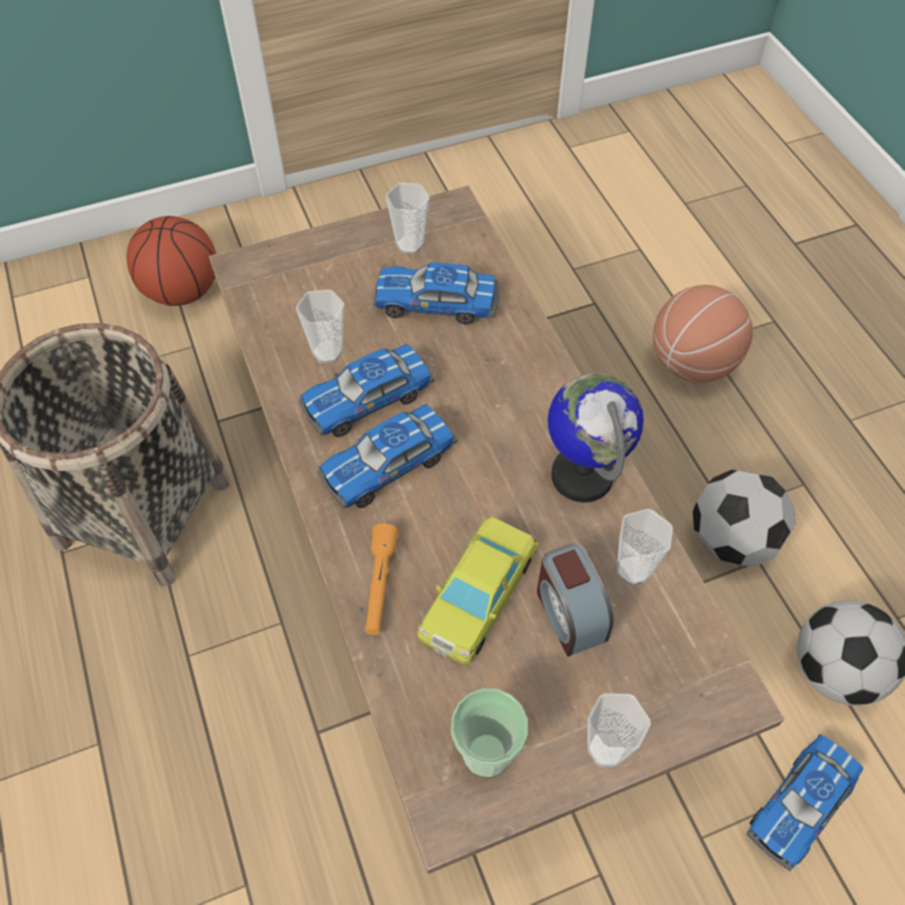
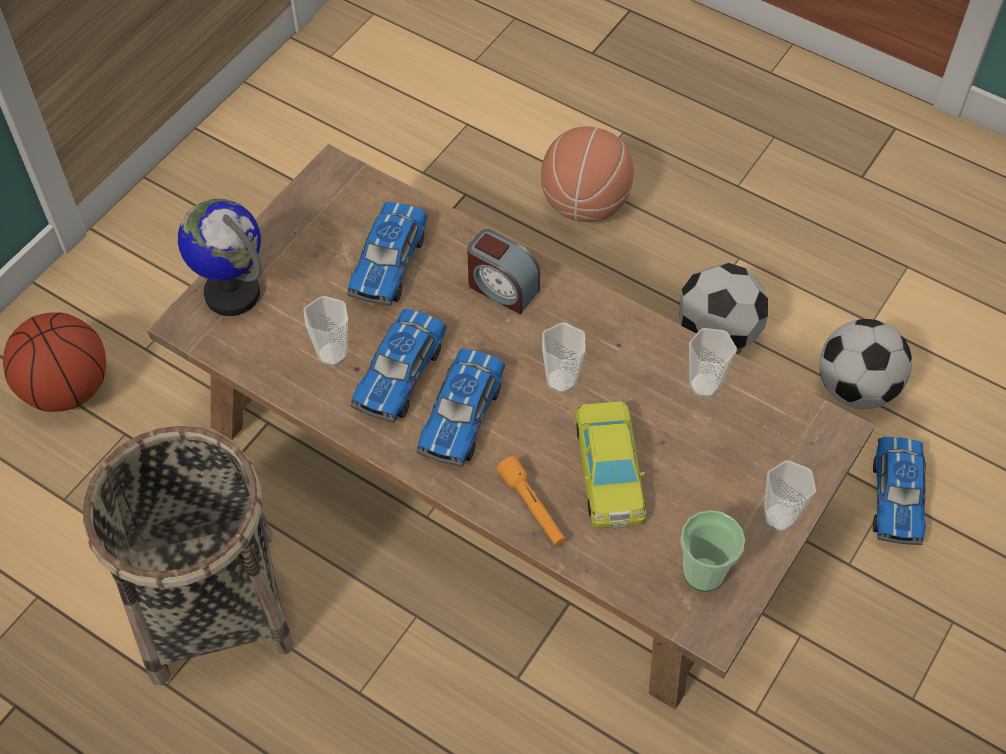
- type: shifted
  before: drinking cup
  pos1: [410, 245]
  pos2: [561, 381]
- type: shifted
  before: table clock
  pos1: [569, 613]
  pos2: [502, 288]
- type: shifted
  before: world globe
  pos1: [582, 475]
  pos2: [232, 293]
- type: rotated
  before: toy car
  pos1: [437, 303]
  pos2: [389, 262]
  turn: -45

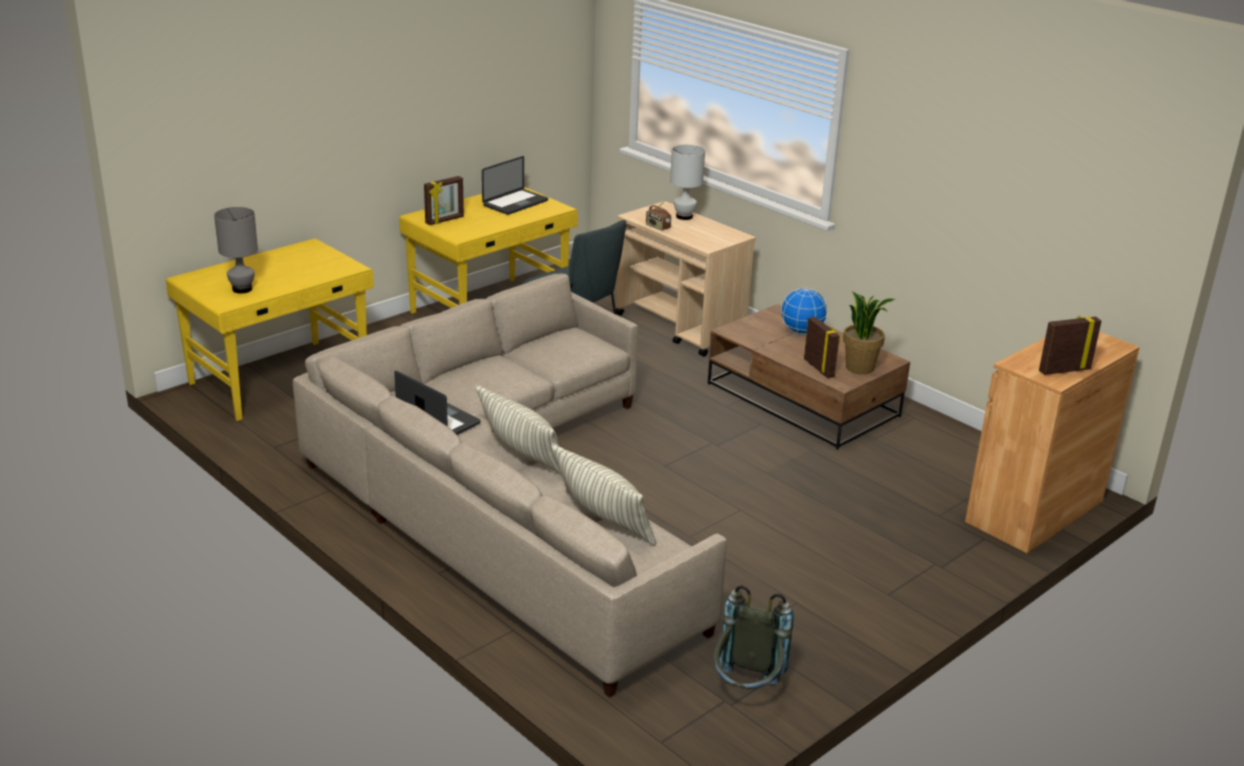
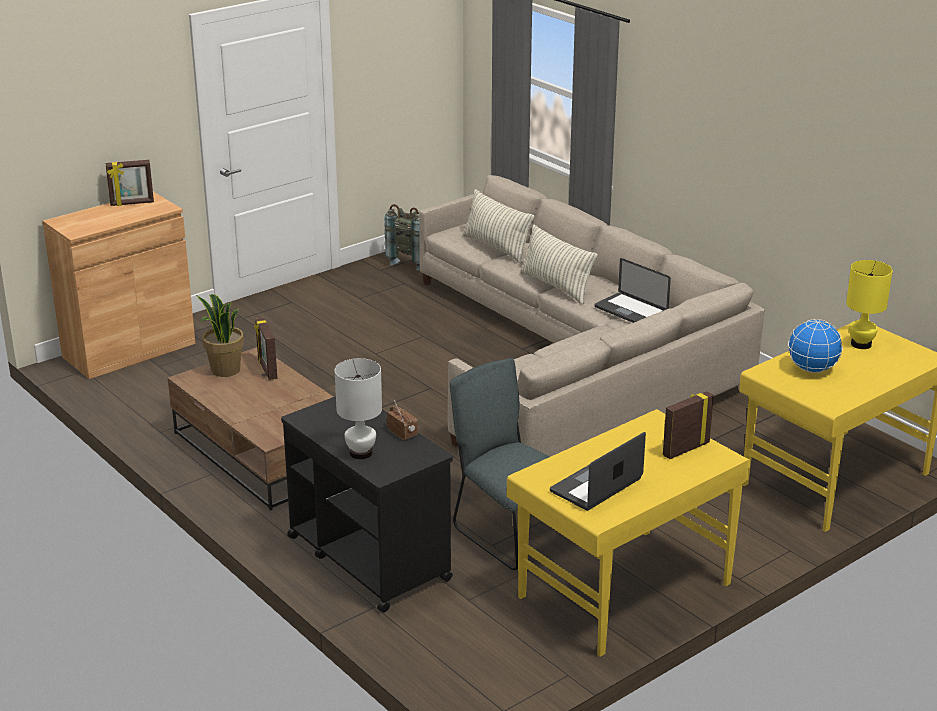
- type: shifted
  before: world globe
  pos1: [801, 331]
  pos2: [812, 369]
- type: repainted
  before: tabletop lamp/gray
  after: tabletop lamp/yellowish
  pos1: [241, 289]
  pos2: [861, 344]
- type: repainted
  before: trolley/sand-coloured
  after: trolley/black-coloured
  pos1: [680, 327]
  pos2: [368, 557]

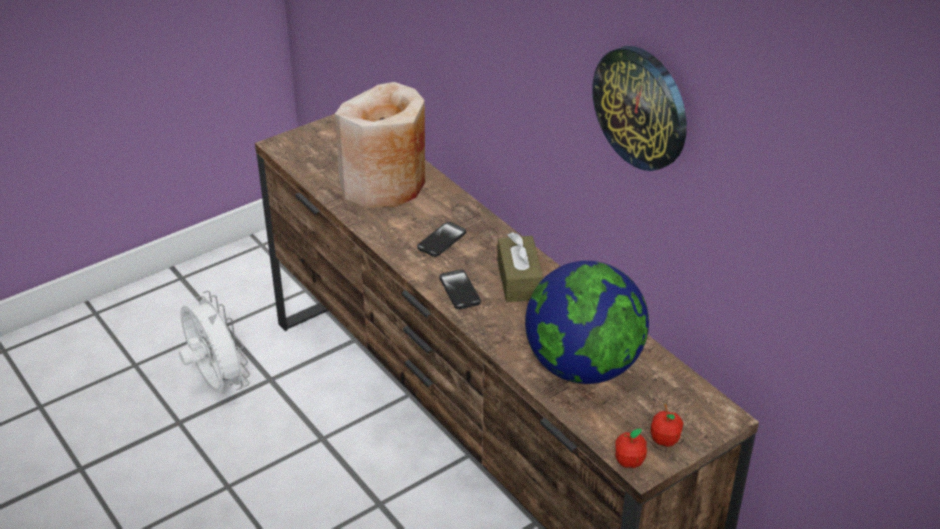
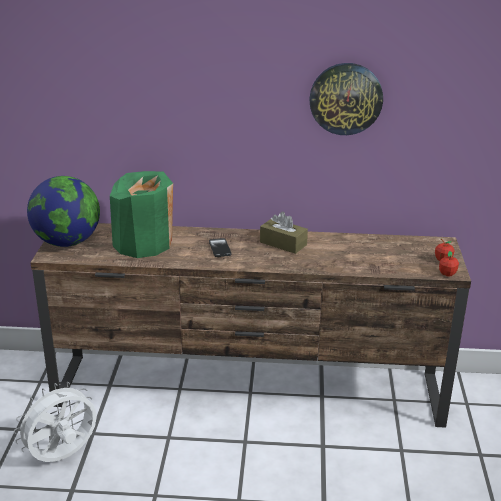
- type: gone
  before: phone
  pos1: [459, 290]
- type: shifted
  before: world globe
  pos1: [583, 367]
  pos2: [67, 242]
- type: repainted
  before: flower vase/sand-coloured
  after: flower vase/green
  pos1: [383, 184]
  pos2: [144, 243]
- type: rotated
  before: fan/white-coloured
  pos1: [216, 384]
  pos2: [63, 457]
  turn: -45

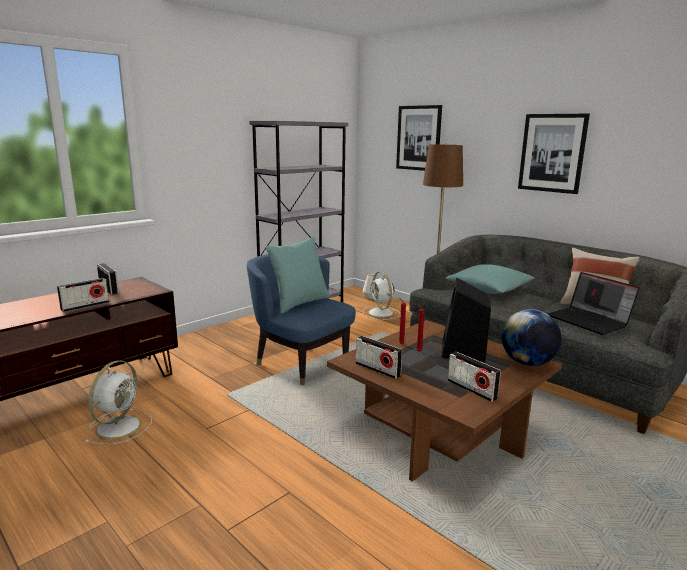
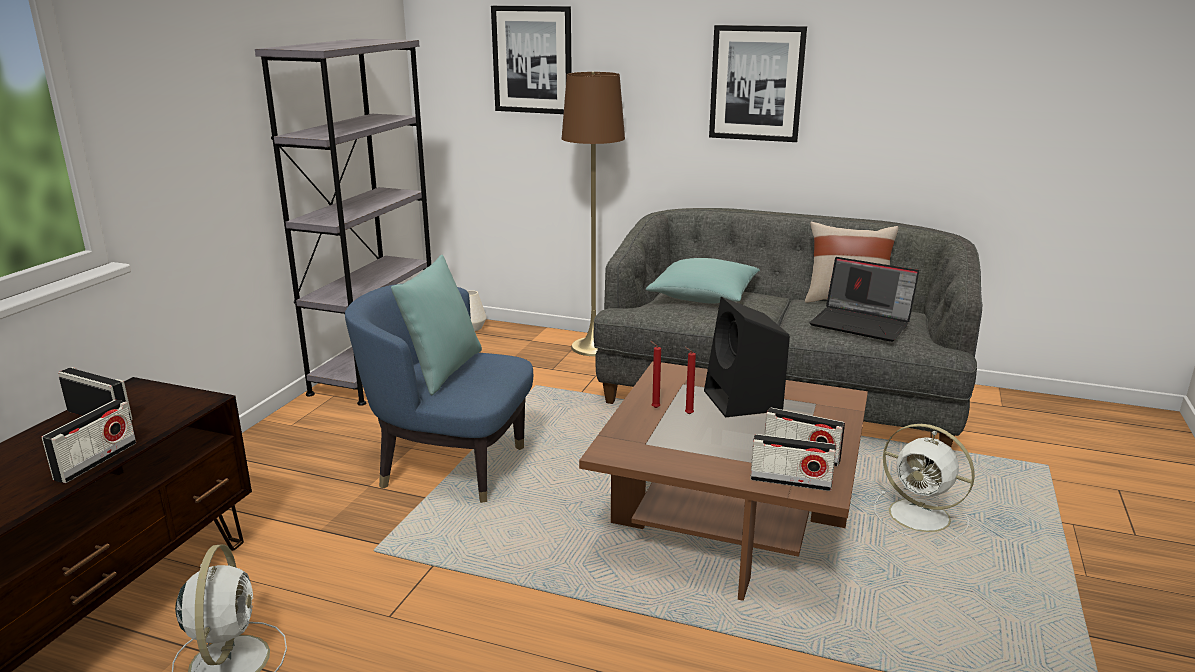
- type: gone
  before: world globe
  pos1: [527, 363]
- type: shifted
  before: radio
  pos1: [377, 369]
  pos2: [790, 482]
- type: shifted
  before: fan/white-coloured
  pos1: [381, 313]
  pos2: [922, 517]

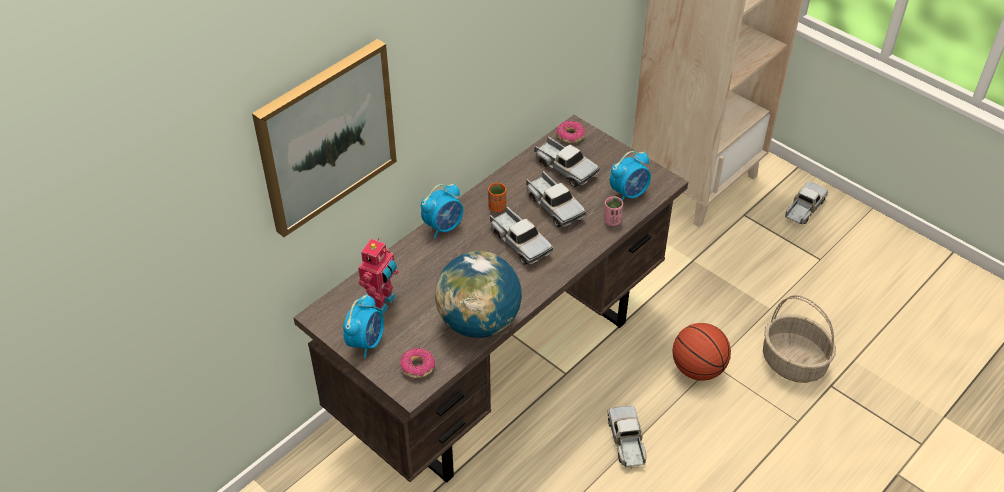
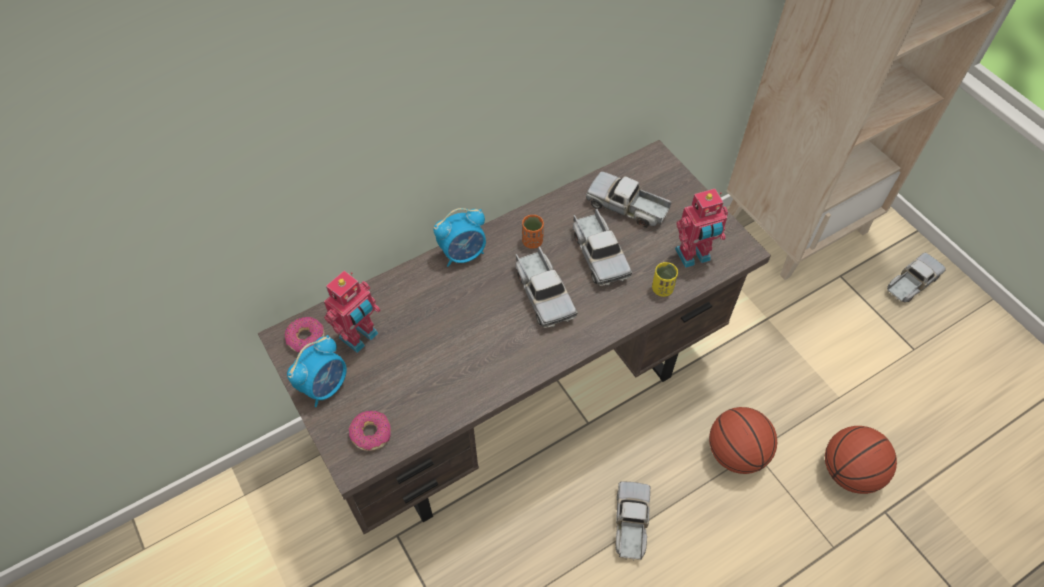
- type: gone
  before: wall picture
  pos1: [326, 136]
- type: gone
  before: world globe
  pos1: [479, 322]
- type: shifted
  before: doughnut
  pos1: [570, 136]
  pos2: [306, 338]
- type: swapped
  before: table clock
  after: toy robot
  pos1: [629, 193]
  pos2: [693, 256]
- type: swapped
  before: storage basket
  after: basketball
  pos1: [794, 362]
  pos2: [849, 471]
- type: repainted
  before: drinking cup/pink-coloured
  after: drinking cup/yellowish
  pos1: [612, 221]
  pos2: [662, 289]
- type: rotated
  before: toy lorry
  pos1: [565, 168]
  pos2: [627, 207]
  turn: 150

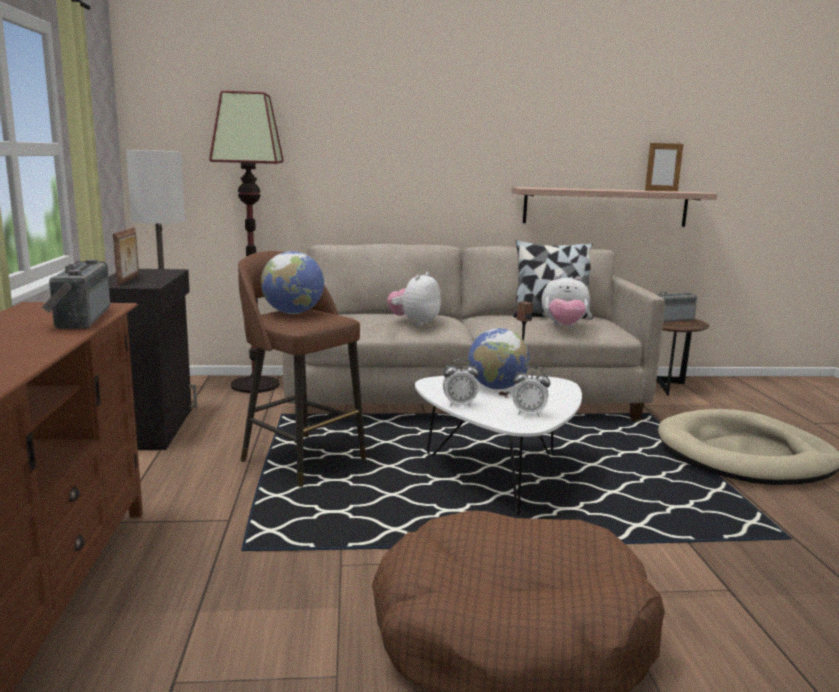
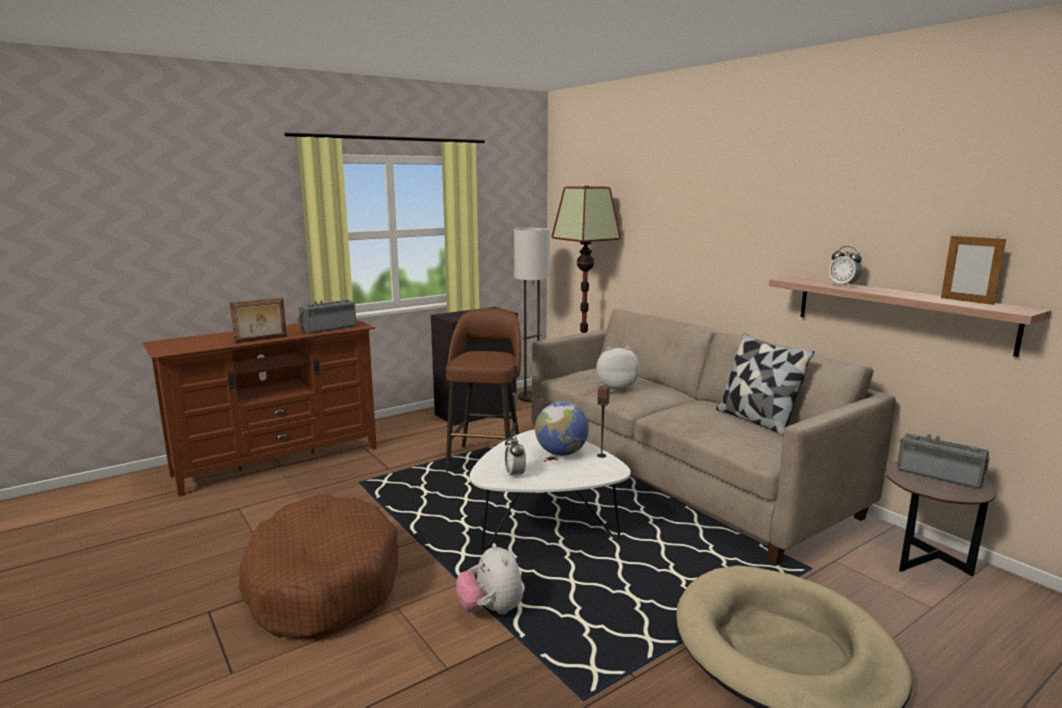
- type: gone
  before: world globe
  pos1: [293, 313]
- type: shifted
  before: picture frame
  pos1: [129, 280]
  pos2: [261, 339]
- type: shifted
  before: table clock
  pos1: [459, 405]
  pos2: [843, 285]
- type: shifted
  before: soft toy
  pos1: [563, 327]
  pos2: [491, 610]

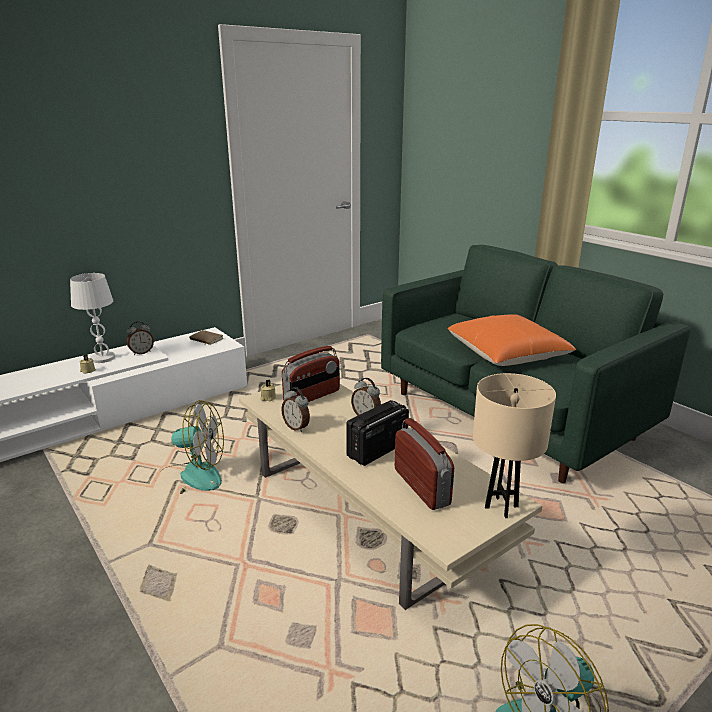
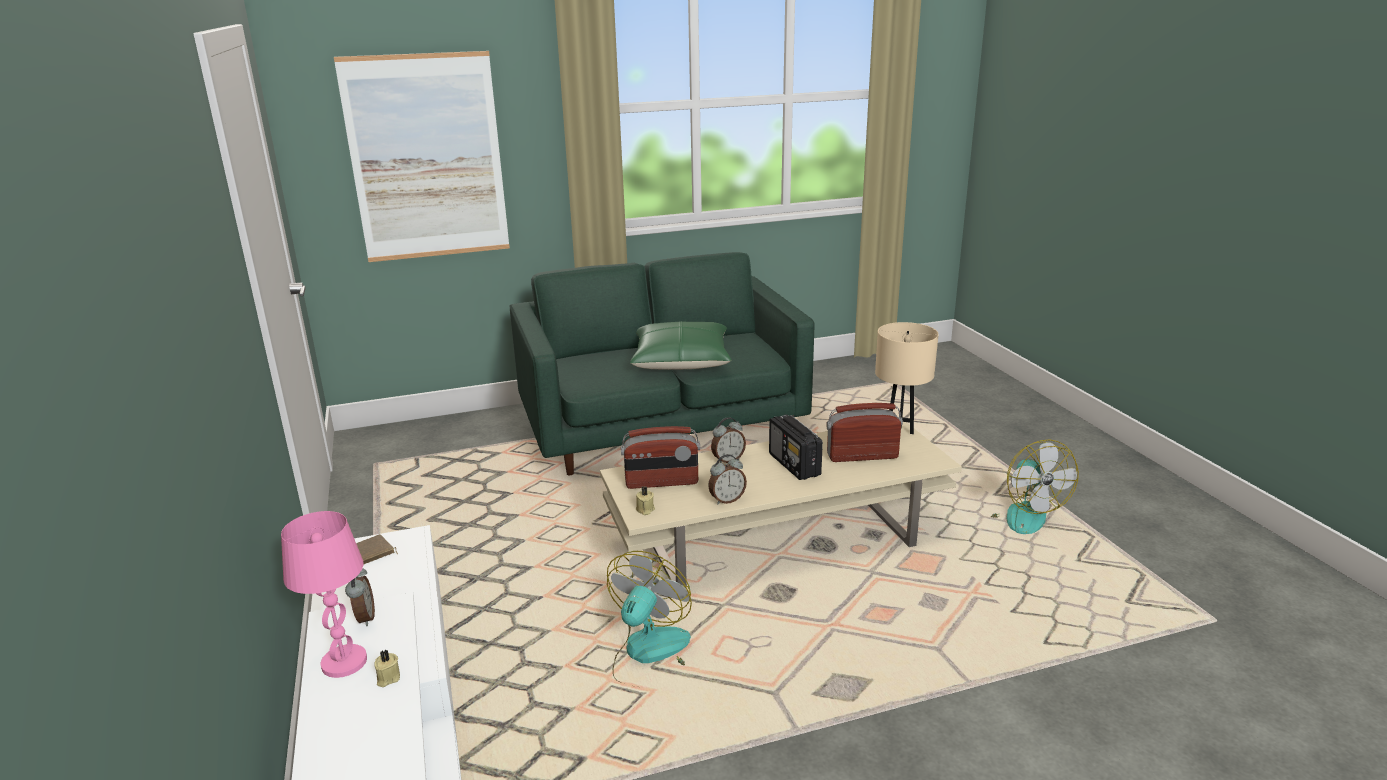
- type: new
  after: wall picture
  pos2: [427, 158]
- type: repainted
  before: tabletop lamp/white-coloured
  after: tabletop lamp/pink-coloured
  pos1: [102, 358]
  pos2: [344, 663]
- type: repainted
  before: throw pillow/orange
  after: throw pillow/green
  pos1: [507, 353]
  pos2: [681, 360]
- type: rotated
  before: radio
  pos1: [312, 396]
  pos2: [661, 482]
  turn: 105

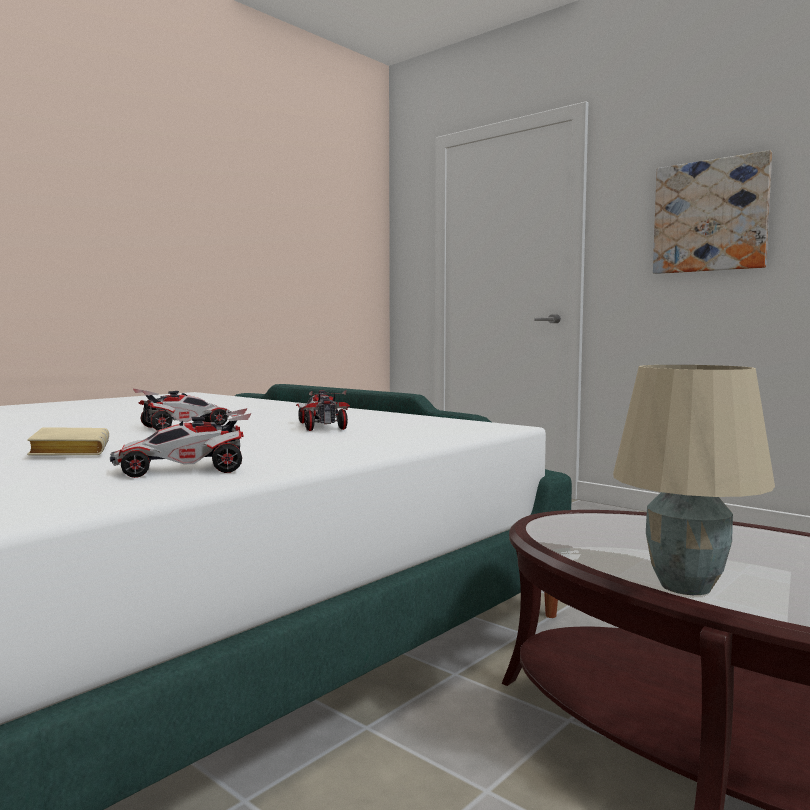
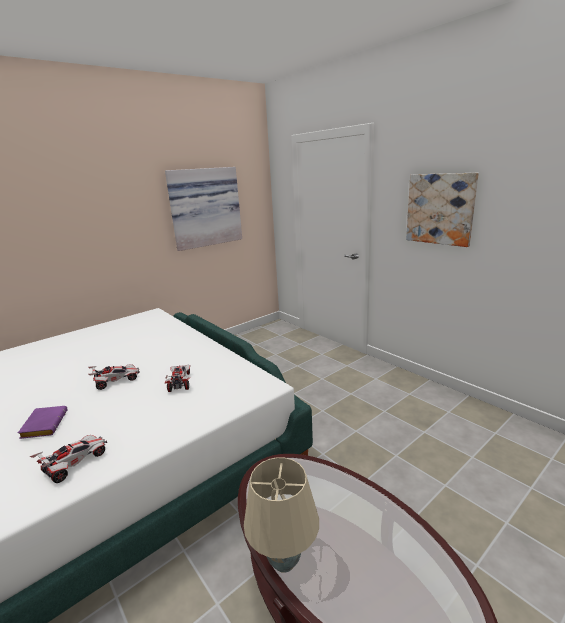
- type: new
  after: wall picture
  pos2: [204, 207]
- type: repainted
  before: bound book/sand-coloured
  after: bound book/purplish
  pos1: [68, 451]
  pos2: [44, 425]
- type: rotated
  before: toy car
  pos1: [184, 470]
  pos2: [75, 463]
  turn: 135

